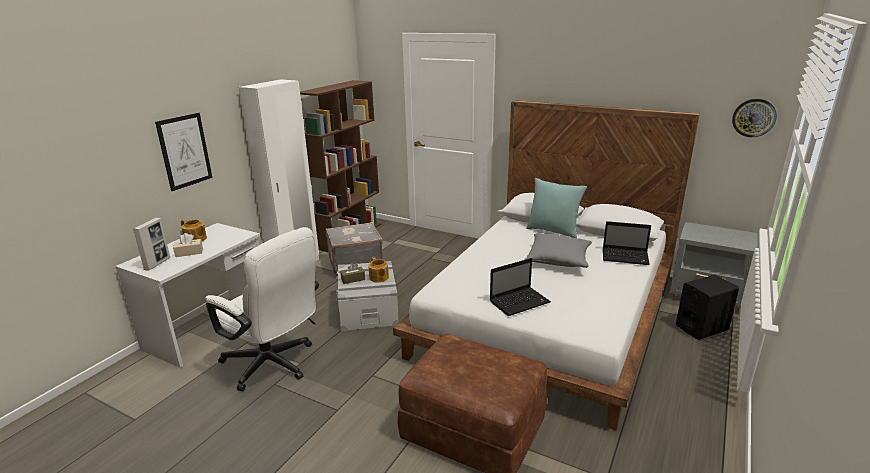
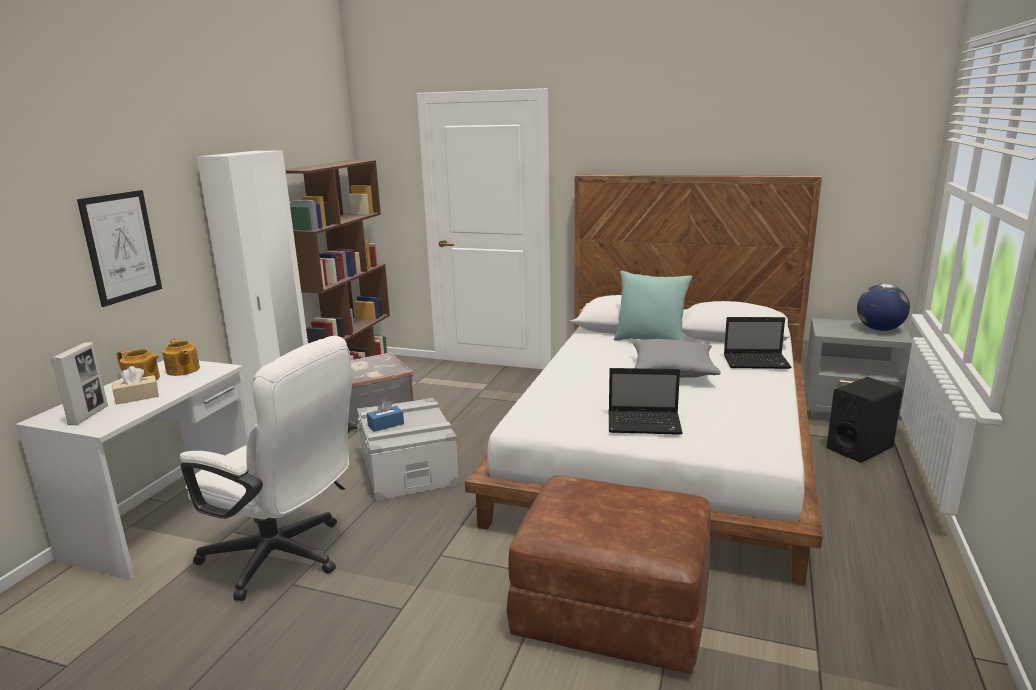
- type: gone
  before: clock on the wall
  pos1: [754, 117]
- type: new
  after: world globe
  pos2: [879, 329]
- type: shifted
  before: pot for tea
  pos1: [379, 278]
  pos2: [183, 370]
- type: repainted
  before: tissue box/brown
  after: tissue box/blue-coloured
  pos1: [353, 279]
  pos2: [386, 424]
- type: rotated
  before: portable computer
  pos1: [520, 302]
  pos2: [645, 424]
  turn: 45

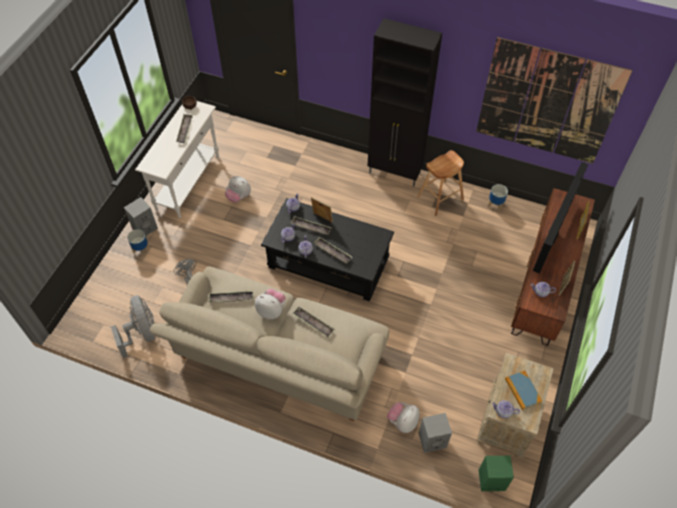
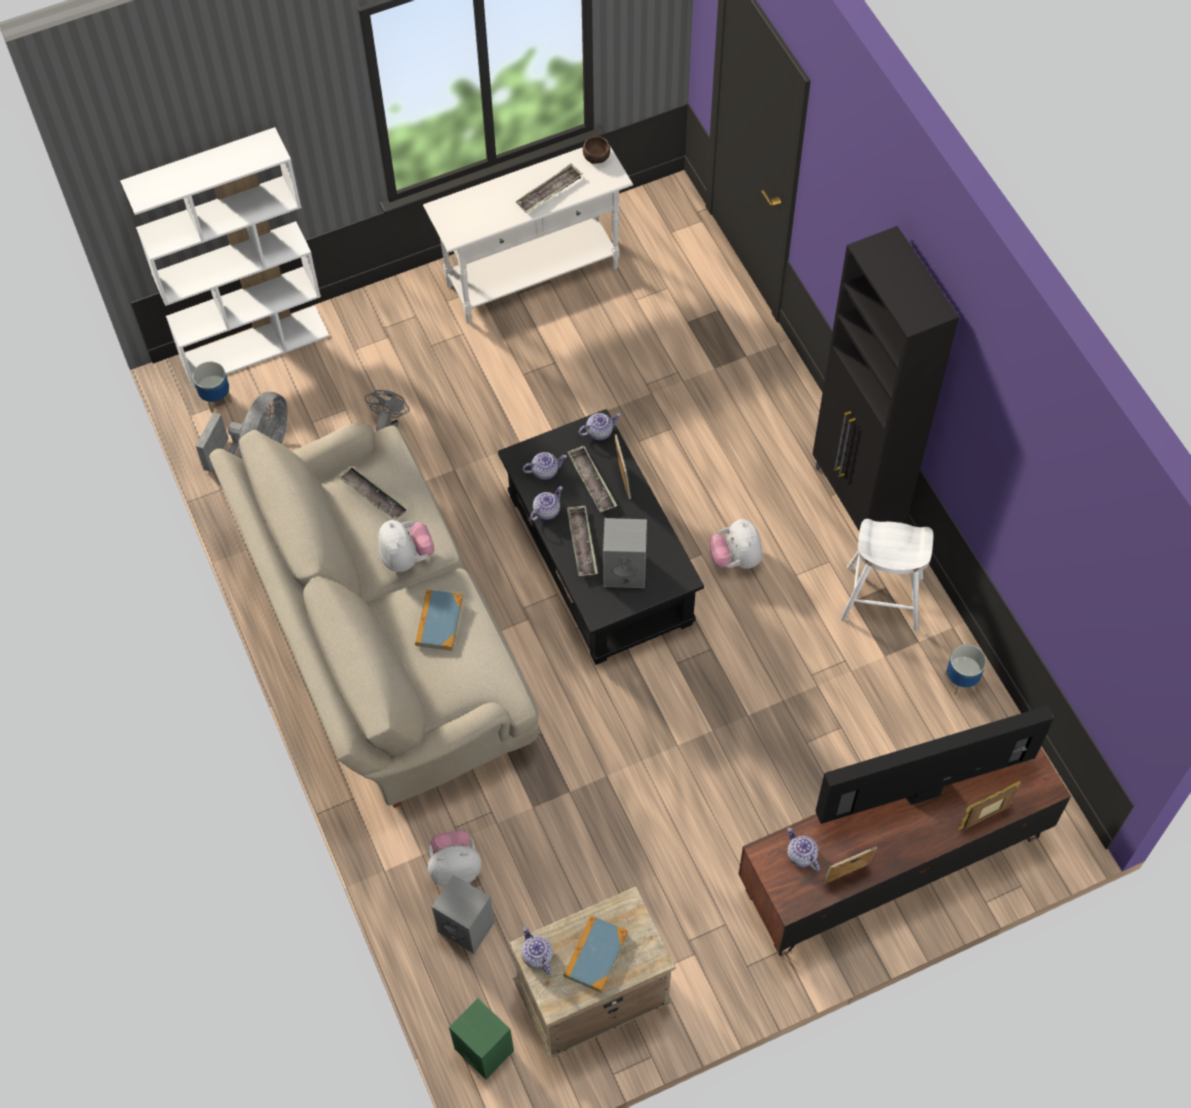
- type: gone
  before: wall picture
  pos1: [547, 103]
- type: new
  after: shelving unit/white-coloured
  pos2: [255, 345]
- type: shifted
  before: speaker/gray
  pos1: [145, 227]
  pos2: [626, 570]
- type: shifted
  before: flower pot
  pos1: [141, 249]
  pos2: [216, 399]
- type: shifted
  before: soft toy
  pos1: [239, 197]
  pos2: [736, 558]
- type: swapped
  before: tray
  after: bound book
  pos1: [313, 323]
  pos2: [439, 621]
- type: repainted
  before: sitting stool/brown
  after: sitting stool/white-coloured
  pos1: [440, 198]
  pos2: [882, 598]

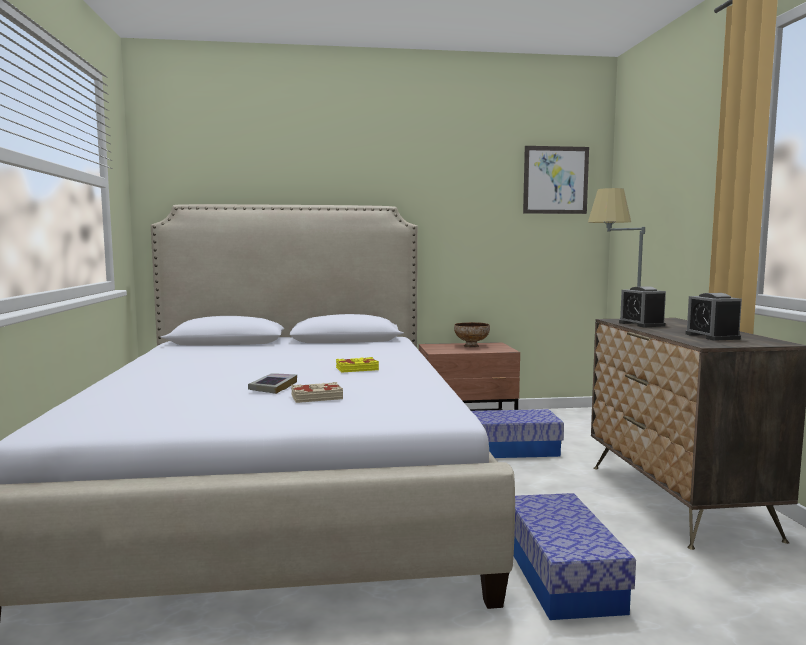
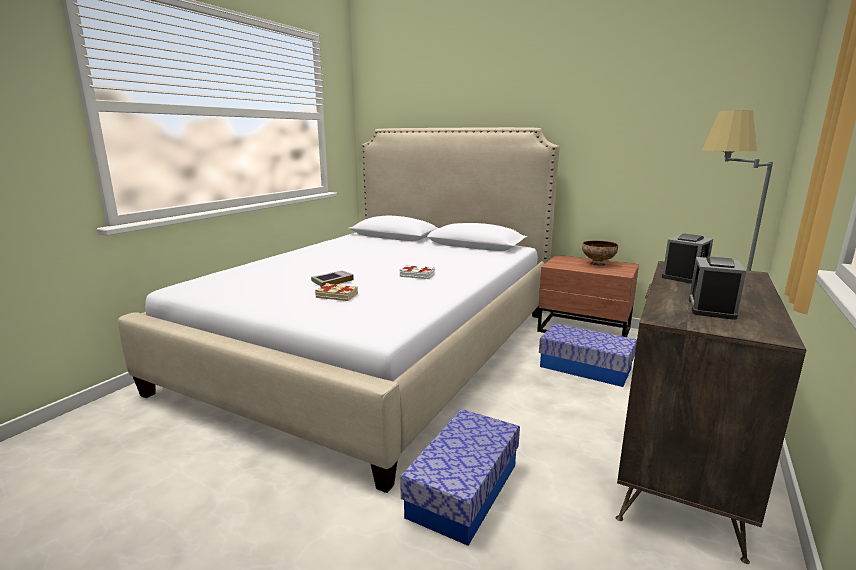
- type: gone
  before: wall picture
  pos1: [555, 180]
- type: repainted
  before: bound book/yellowish
  after: bound book/white-coloured
  pos1: [357, 369]
  pos2: [417, 275]
- type: rotated
  before: table clock
  pos1: [641, 324]
  pos2: [684, 276]
  turn: -150

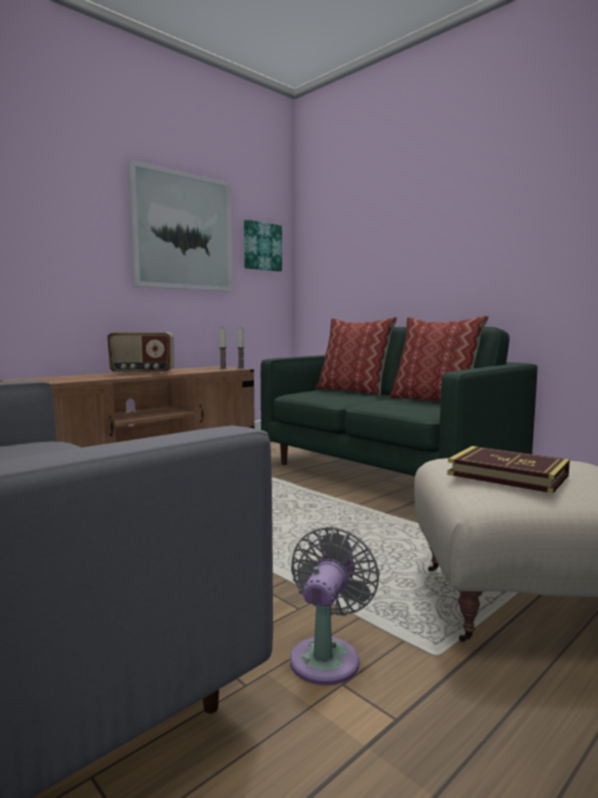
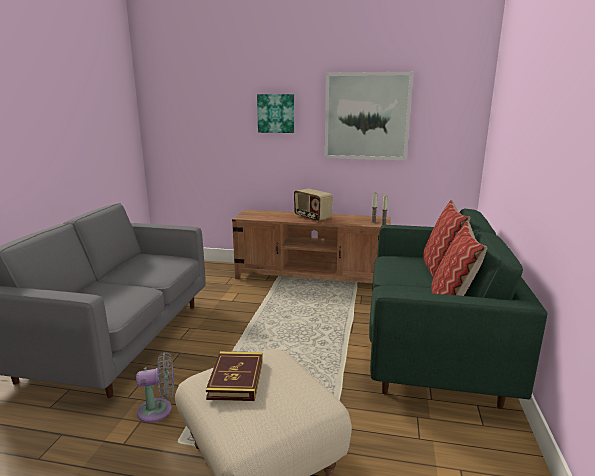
- type: shifted
  before: wall picture
  pos1: [261, 246]
  pos2: [276, 113]

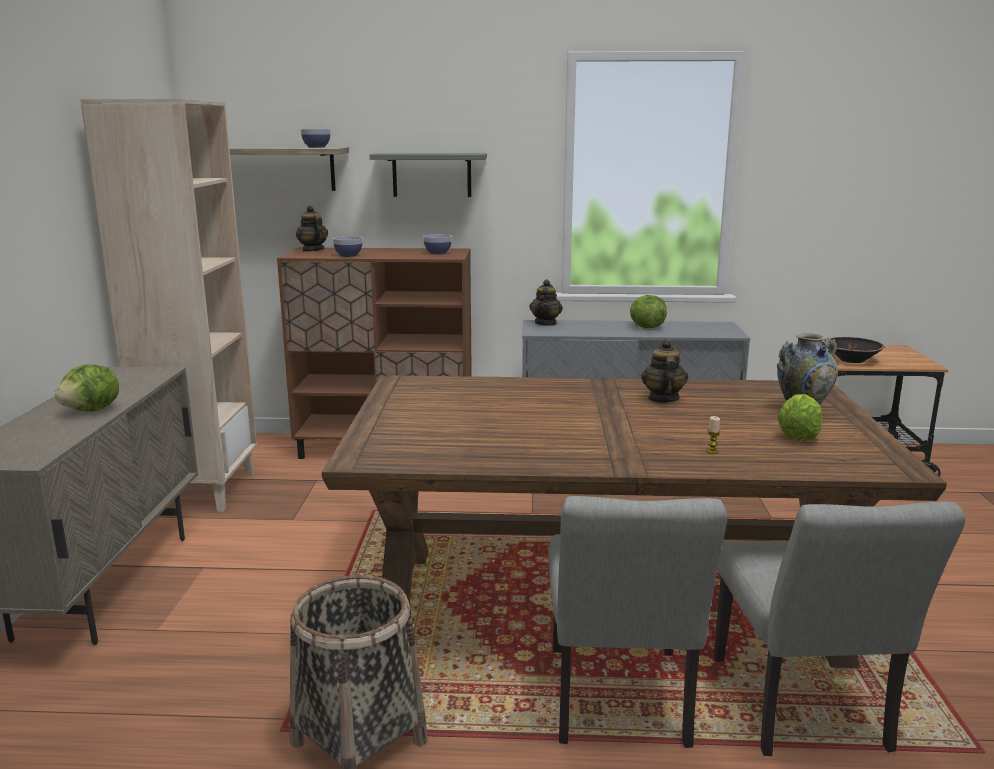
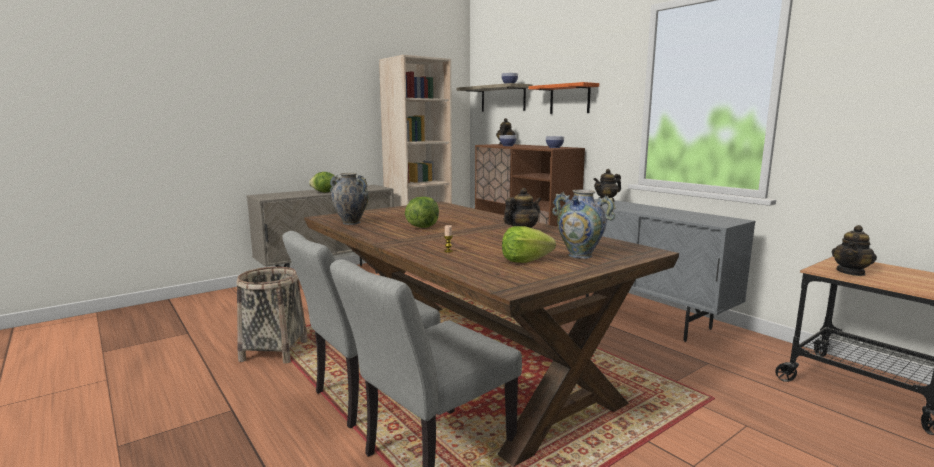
- type: new
  after: flower vase
  pos2: [351, 223]
- type: shifted
  before: lettuce head
  pos1: [646, 327]
  pos2: [422, 227]
- type: swapped
  before: serving bowl/black-coloured
  after: pot for tea
  pos1: [852, 360]
  pos2: [851, 272]
- type: repainted
  before: wall shelf/gray
  after: wall shelf/orange
  pos1: [431, 175]
  pos2: [569, 99]

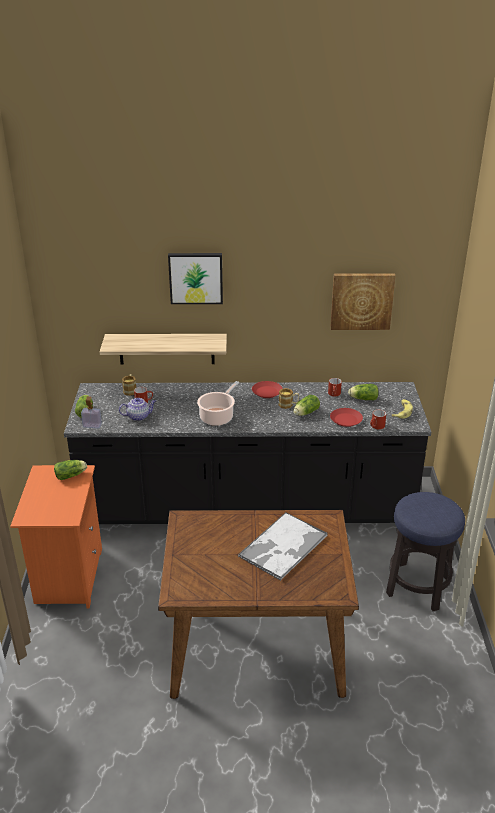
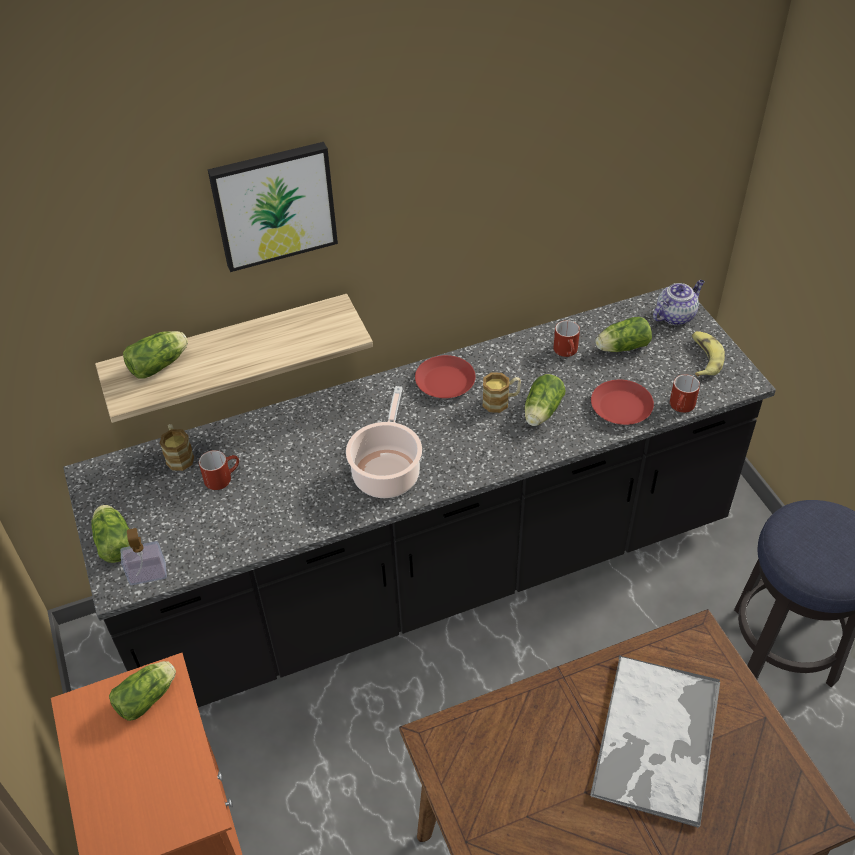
- type: gone
  before: wall picture
  pos1: [361, 301]
- type: new
  after: lettuce head
  pos2: [161, 364]
- type: shifted
  before: pot for tea
  pos1: [139, 416]
  pos2: [675, 315]

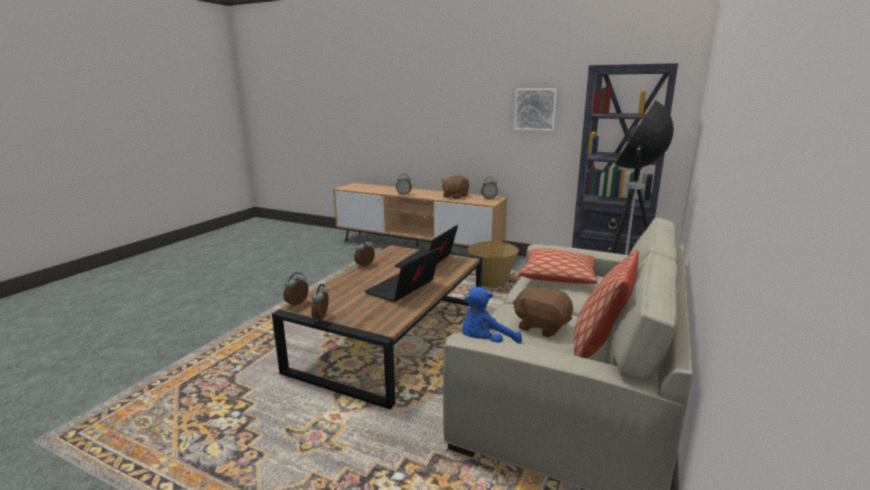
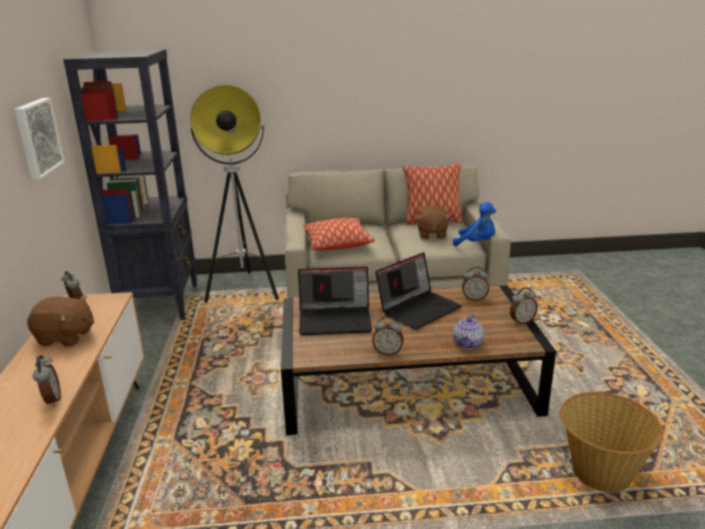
- type: new
  after: pot for tea
  pos2: [468, 343]
- type: shifted
  before: table clock
  pos1: [298, 304]
  pos2: [474, 298]
- type: shifted
  before: storage basket
  pos1: [492, 282]
  pos2: [600, 473]
- type: rotated
  before: portable computer
  pos1: [403, 289]
  pos2: [419, 308]
  turn: -45

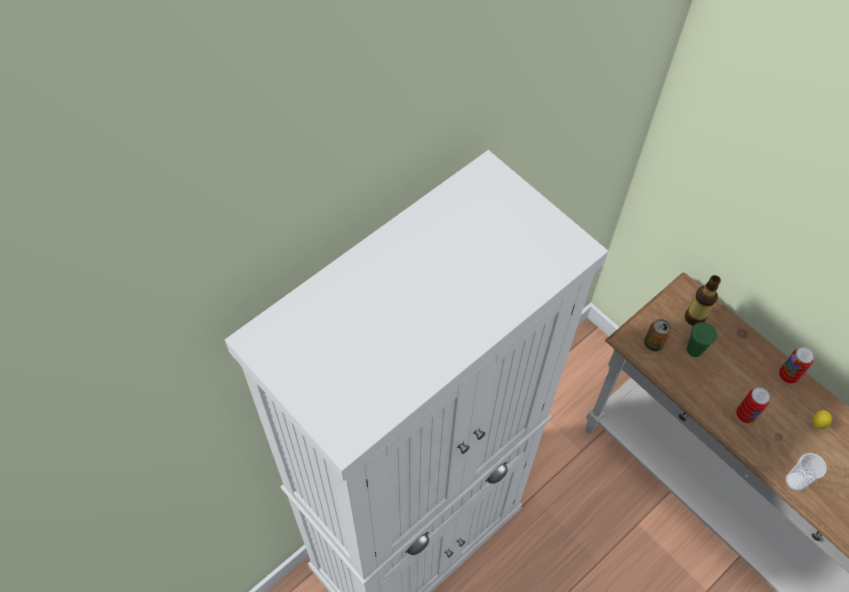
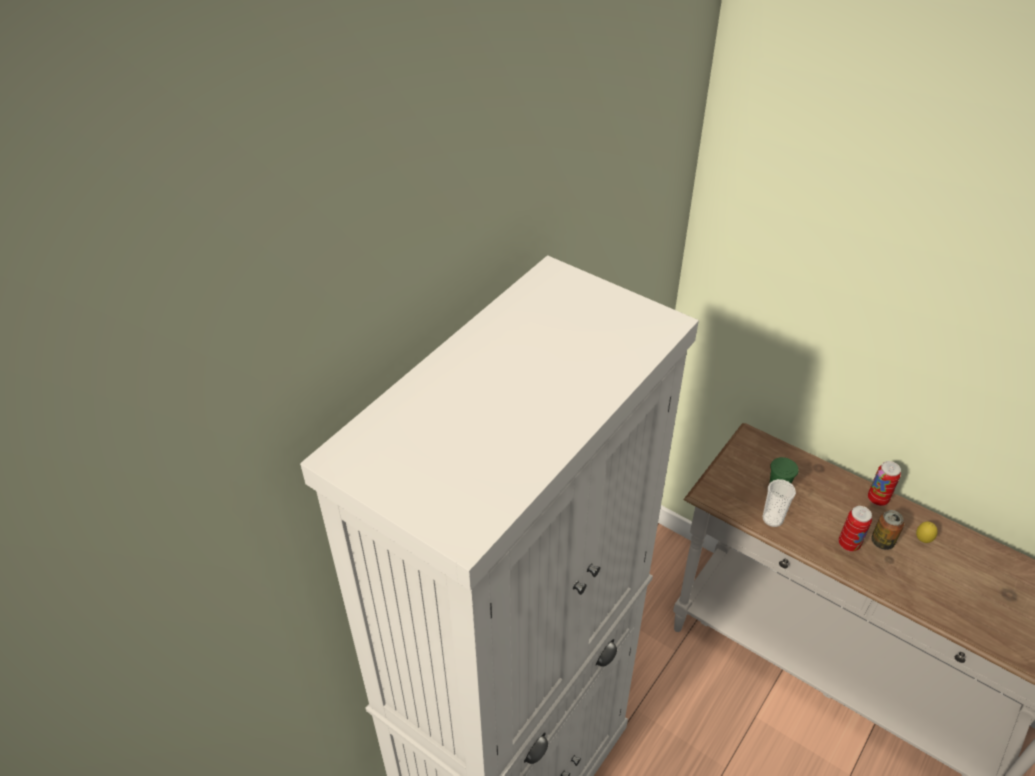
- type: gone
  before: beverage bottle
  pos1: [694, 317]
- type: shifted
  before: sealed can
  pos1: [653, 343]
  pos2: [882, 542]
- type: shifted
  before: drinking cup
  pos1: [795, 481]
  pos2: [772, 519]

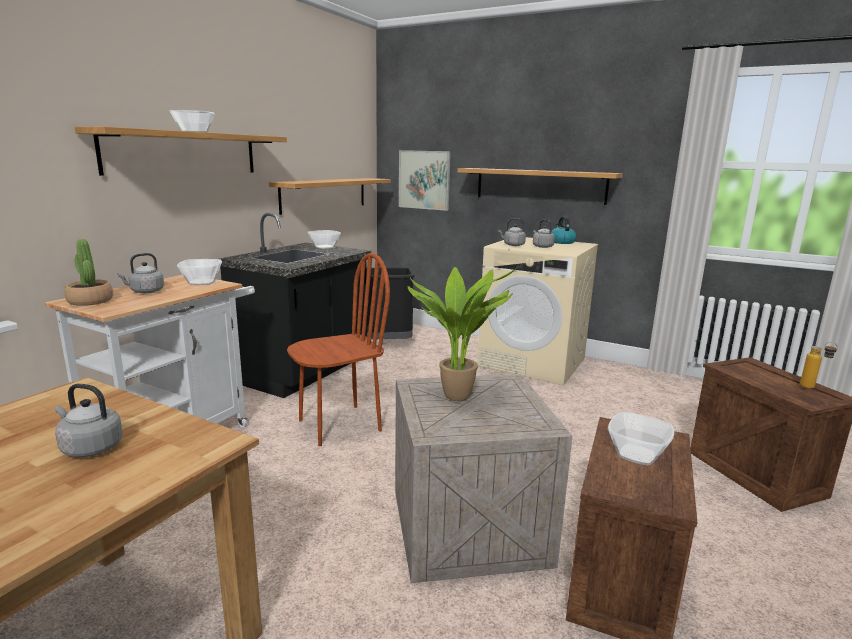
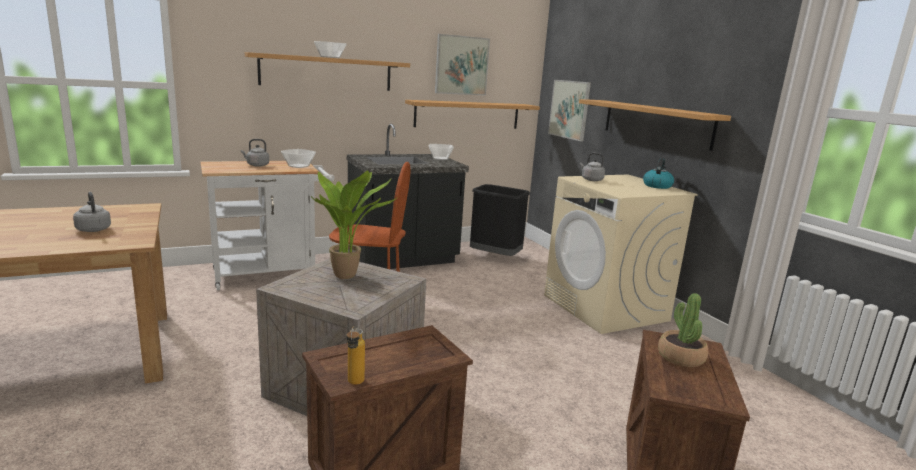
- type: gone
  before: water kettle/gray
  pos1: [542, 246]
- type: gone
  before: serving bowl
  pos1: [637, 455]
- type: new
  after: wall picture
  pos2: [461, 65]
- type: shifted
  before: potted plant
  pos1: [90, 301]
  pos2: [680, 357]
- type: shifted
  before: beverage bottle
  pos1: [812, 388]
  pos2: [354, 384]

